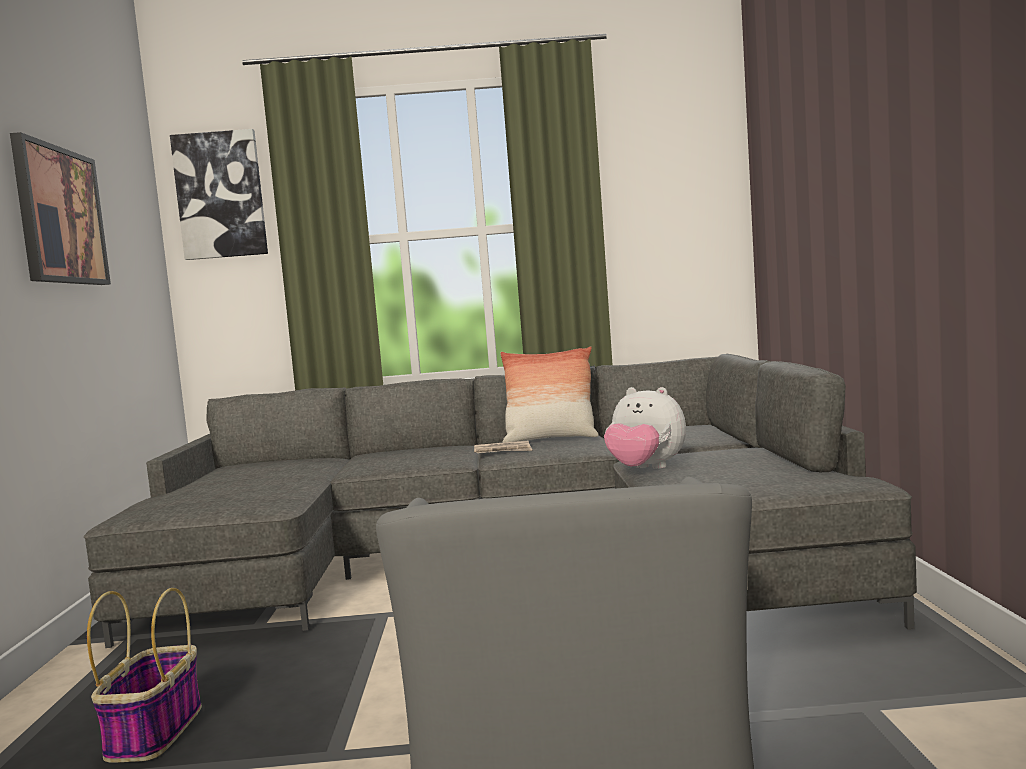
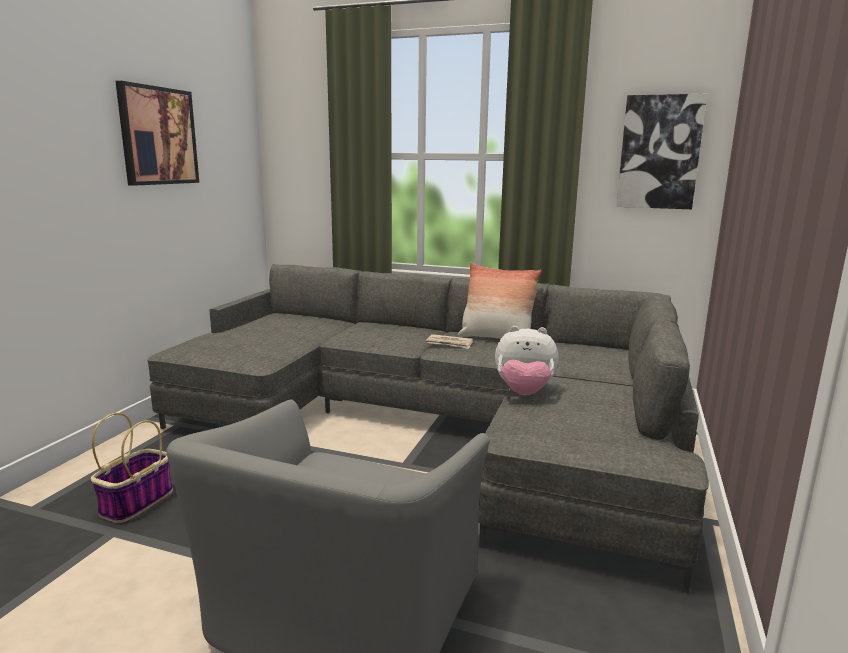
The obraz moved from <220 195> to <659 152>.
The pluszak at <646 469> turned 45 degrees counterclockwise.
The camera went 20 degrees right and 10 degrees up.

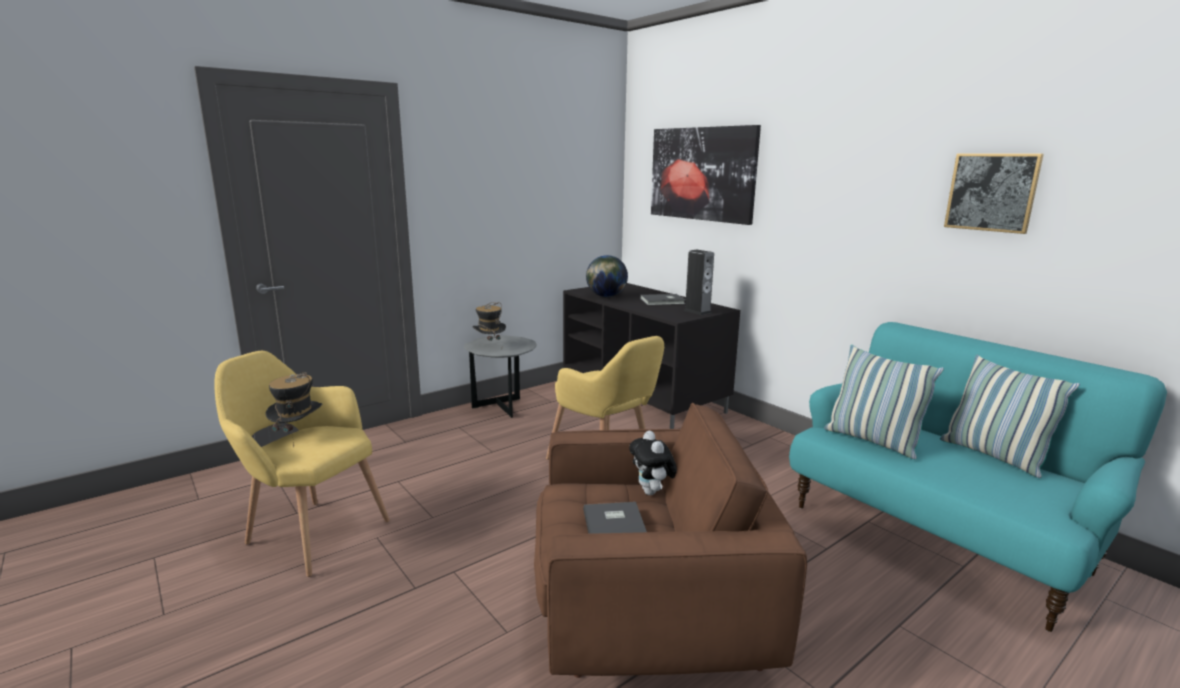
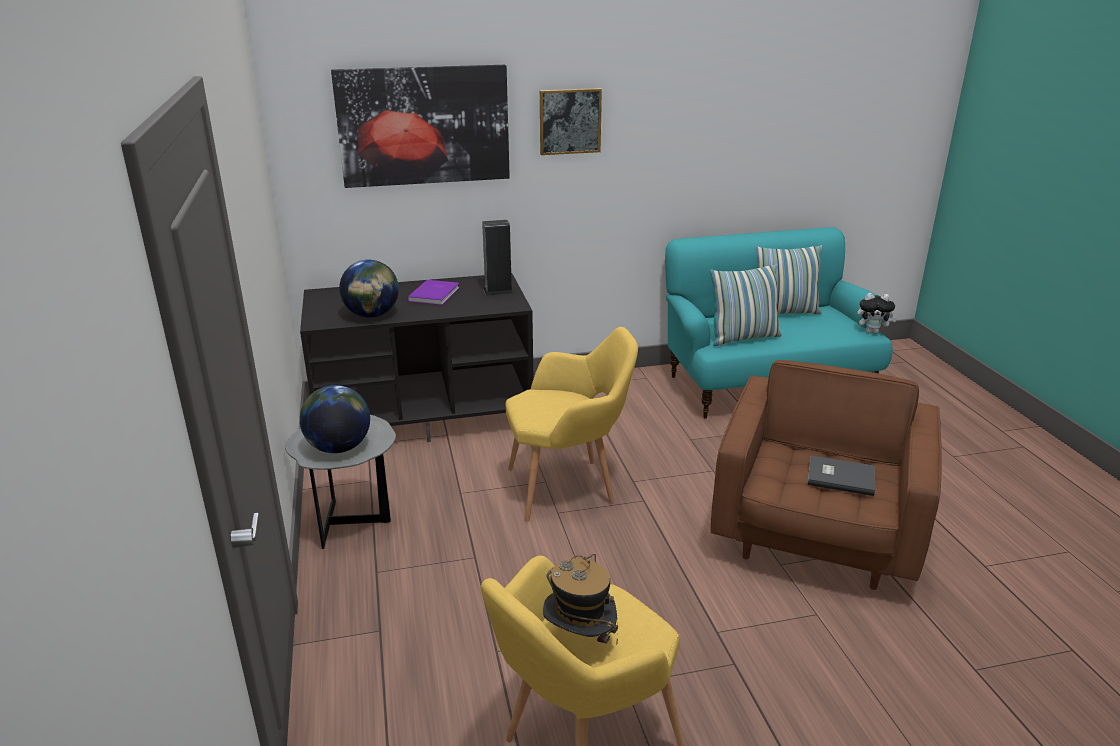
The obraz moved from <991 192> to <570 121>.
The książka [szary] at <663 301> became the książka [fioletowy] at <436 294>.
The kapelusz at <490 346> was replaced by the globus at <339 447>.
The pluszak moved from <652 493> to <872 332>.
The camera went 65 degrees left and 10 degrees up.

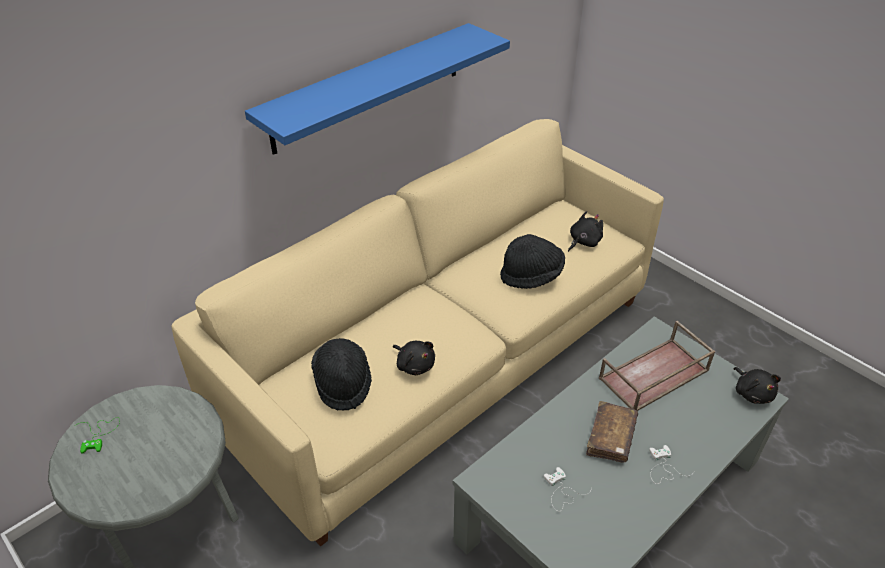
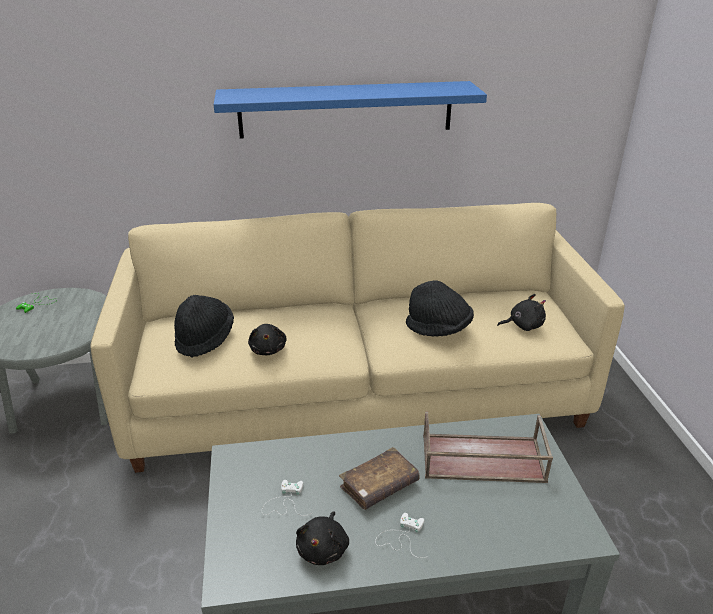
The pluszak [czarny] moved from <752 393> to <323 549>.
The camera went 35 degrees right and 10 degrees down.

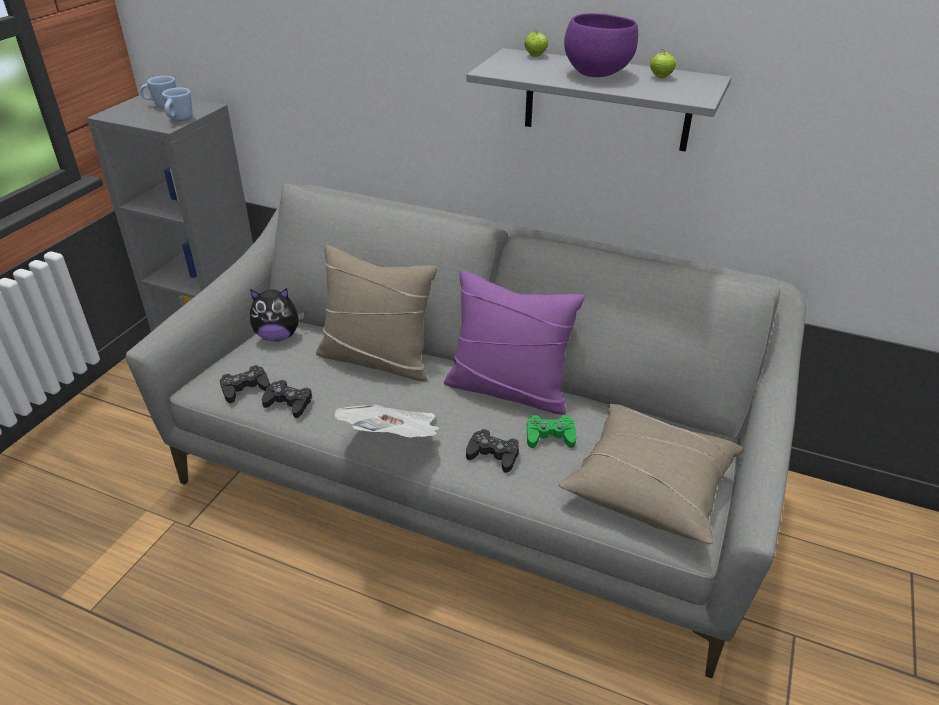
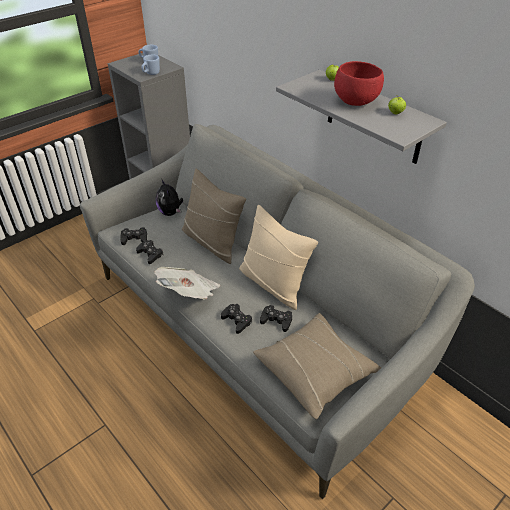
The miska [fioletowy] at <597 73> became the miska [czerwony] at <356 102>.
The poduszka [fioletowy] at <508 389> became the poduszka [beżowy] at <273 284>.
The pluszak at <278 336> turned 45 degrees clockwise.
The pad do gier [zielony] at <550 436> became the pad do gier [czarny] at <276 320>.
The camera went 25 degrees right and 5 degrees up.

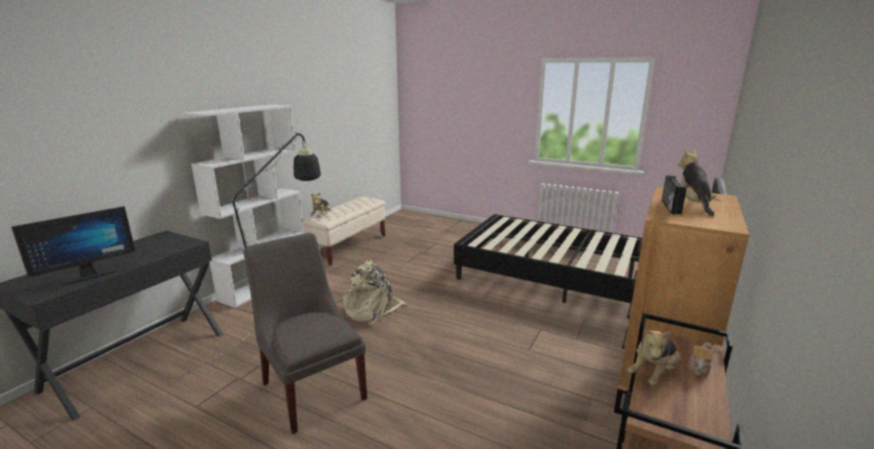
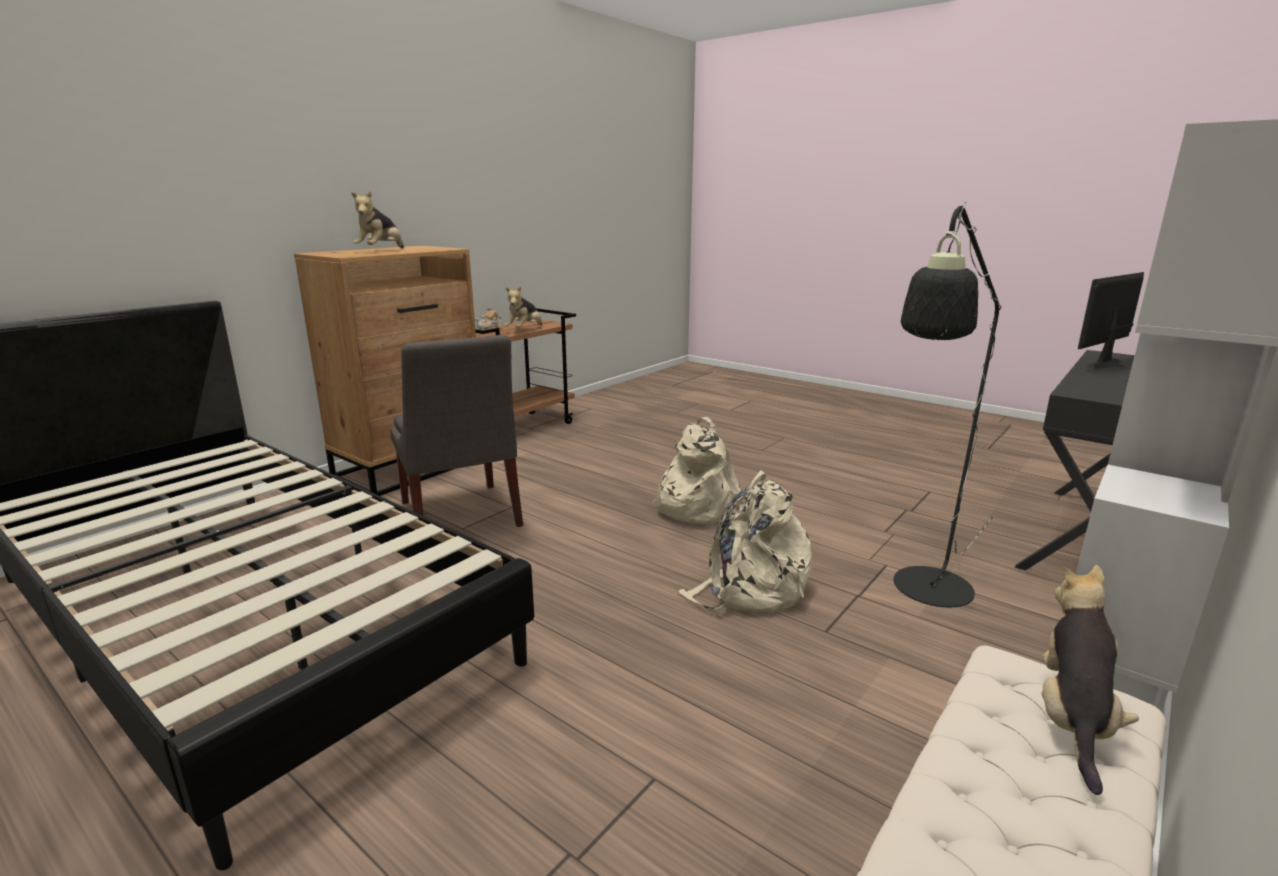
The radio at <669 207> disappeared.
The krzesło [szary] moved from <312 387> to <460 516>.
The pluszak at <653 374> turned 150 degrees clockwise.
The plecak [beżowy] at <694 506> appeared.
The camera went 170 degrees left and 0 degrees up.

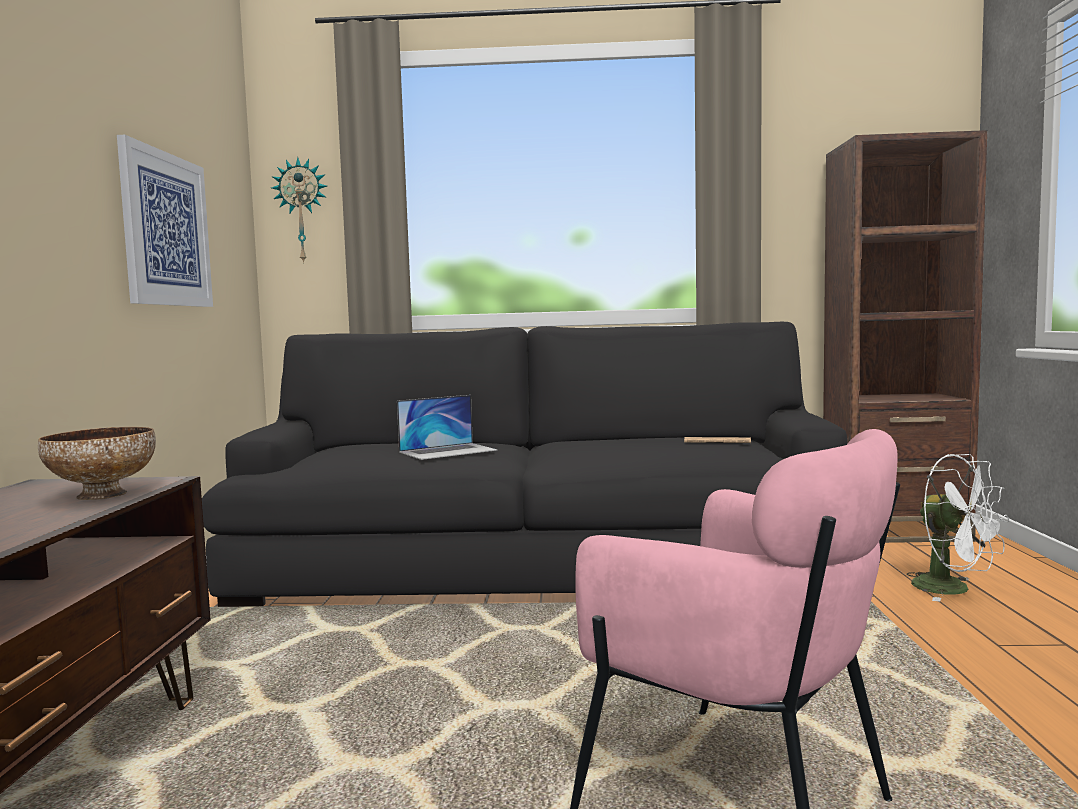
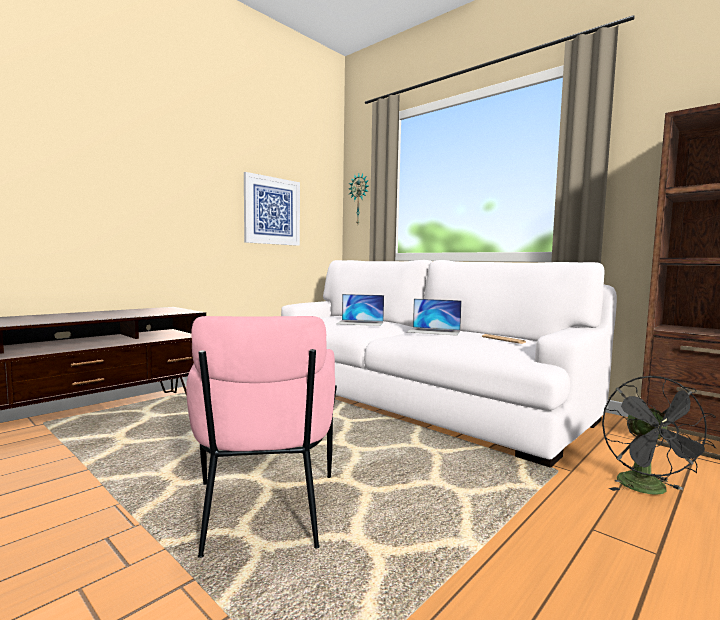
The kanapa [czarny] at <537 567> became the kanapa [biały] at <408 397>.
The miska at <104 495> disappeared.
The wentylator [biały] at <953 590> became the wentylator [czarny] at <649 490>.
The laptop at <434 331> appeared.
The camera went 40 degrees right and 0 degrees up.

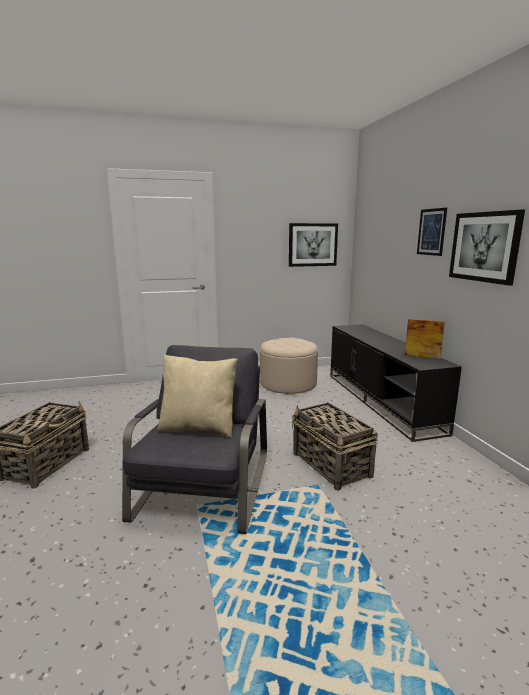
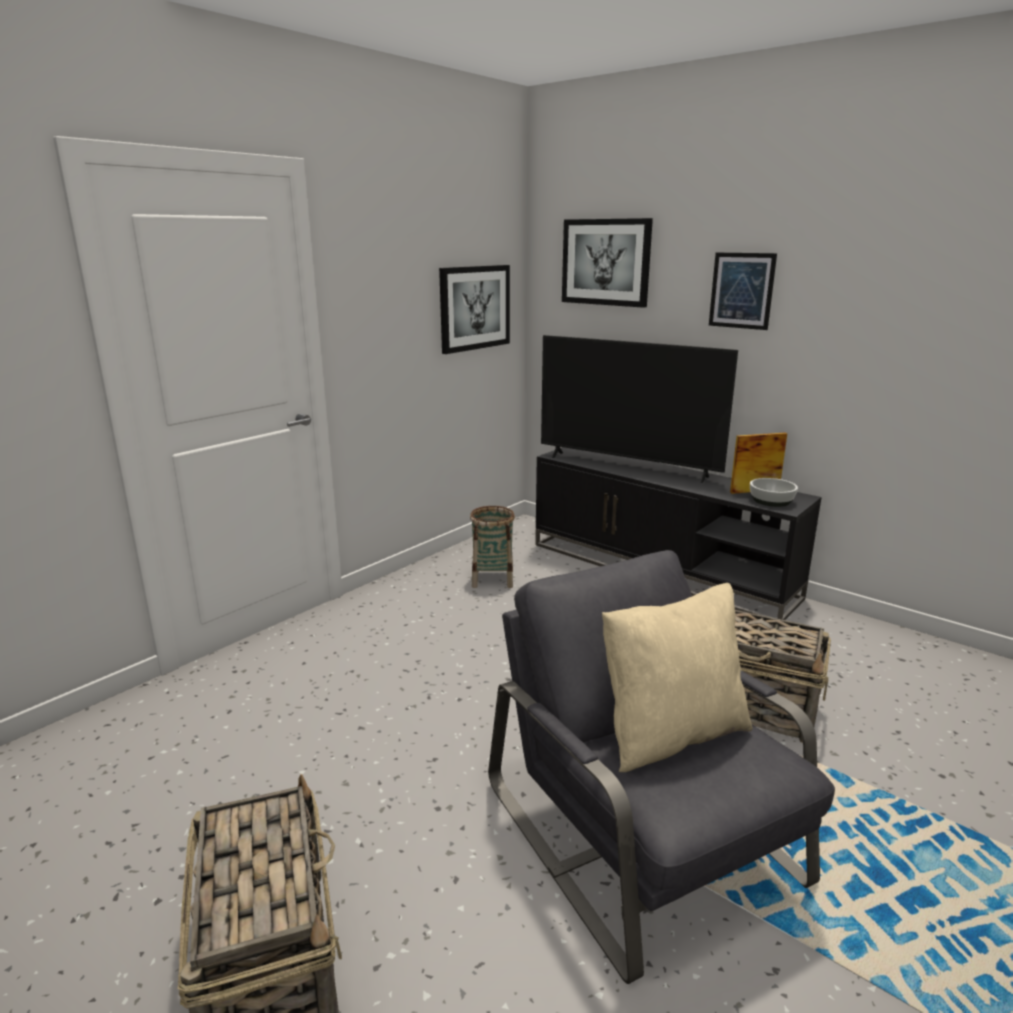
The obraz moved from <484 247> to <606 262>.
The pufa [beżowy] at <288 384> was replaced by the koszyk at <492 579>.
The telewizor at <627 466> appeared.
The miska at <770 500> appeared.
The camera went 35 degrees left and 5 degrees up.

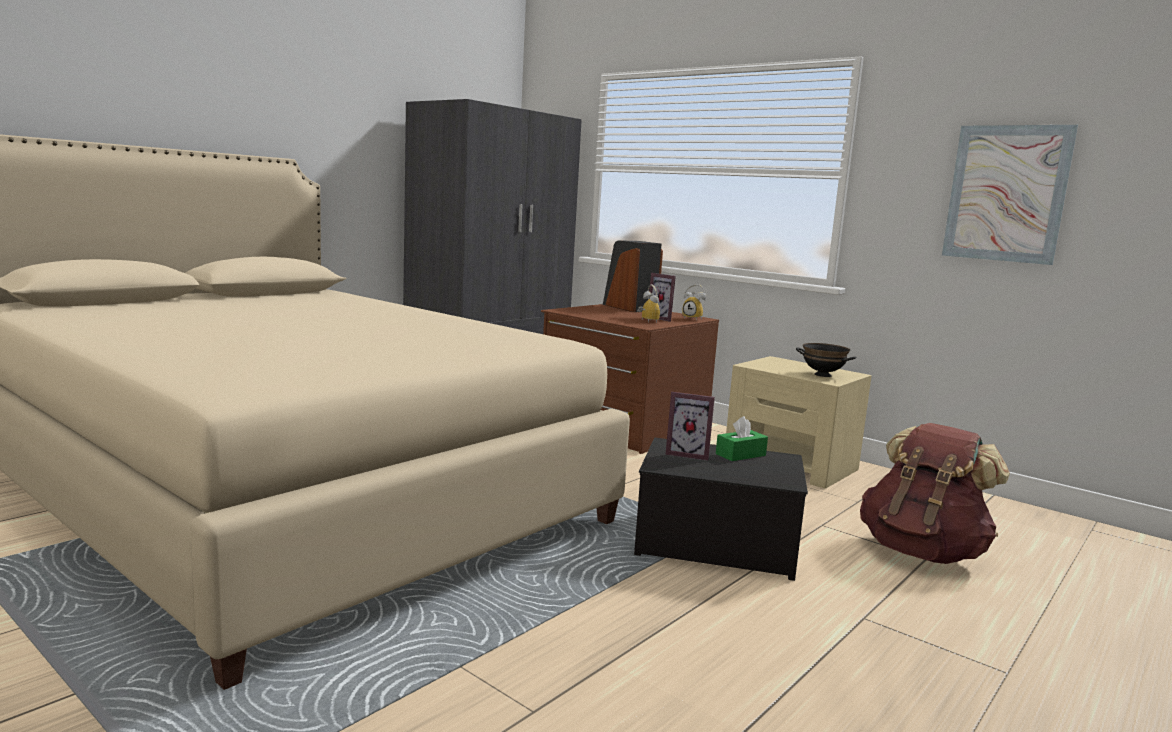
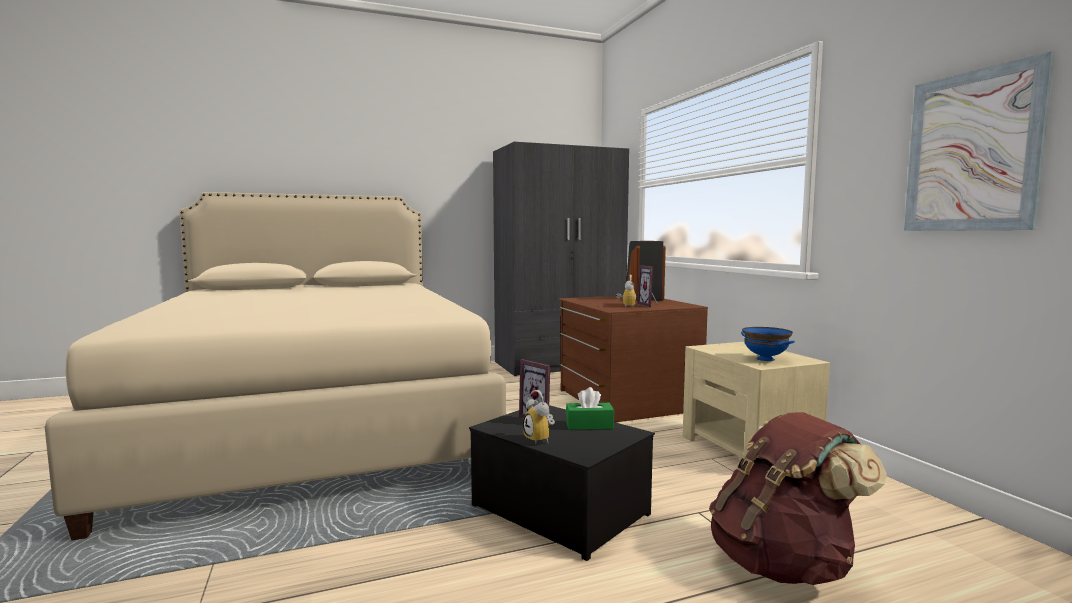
The budzik moved from <694 318> to <541 439>.
The miska [czarny] at <822 375> became the miska [niebieski] at <765 359>.
The camera went 30 degrees right and 5 degrees down.

